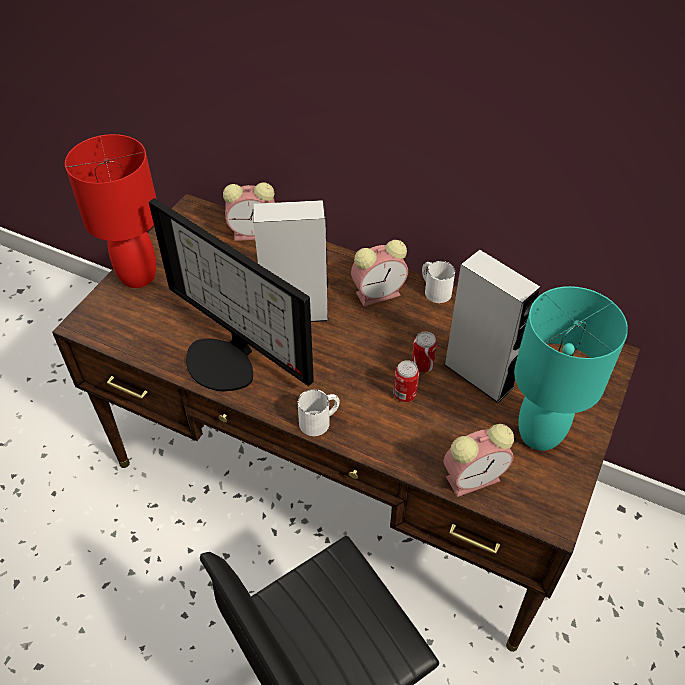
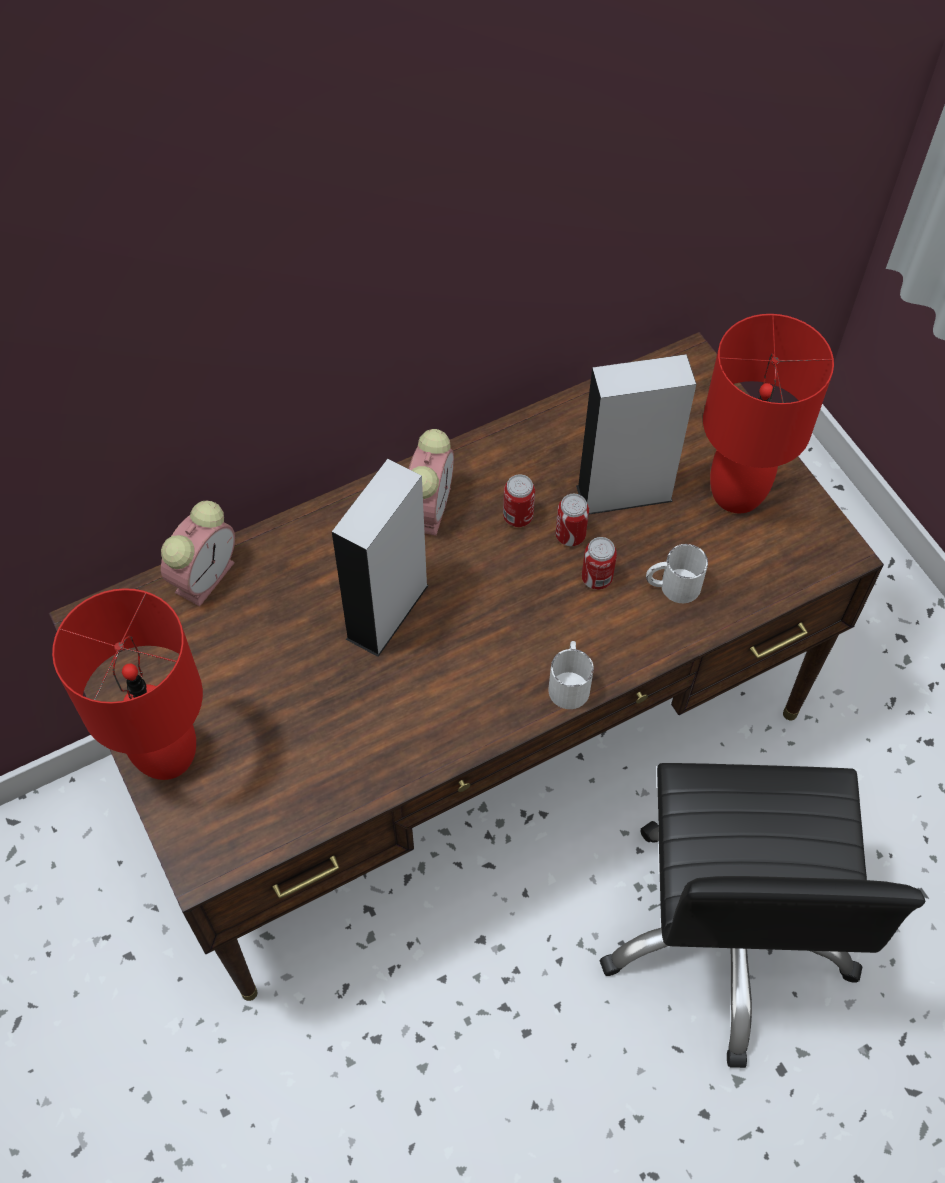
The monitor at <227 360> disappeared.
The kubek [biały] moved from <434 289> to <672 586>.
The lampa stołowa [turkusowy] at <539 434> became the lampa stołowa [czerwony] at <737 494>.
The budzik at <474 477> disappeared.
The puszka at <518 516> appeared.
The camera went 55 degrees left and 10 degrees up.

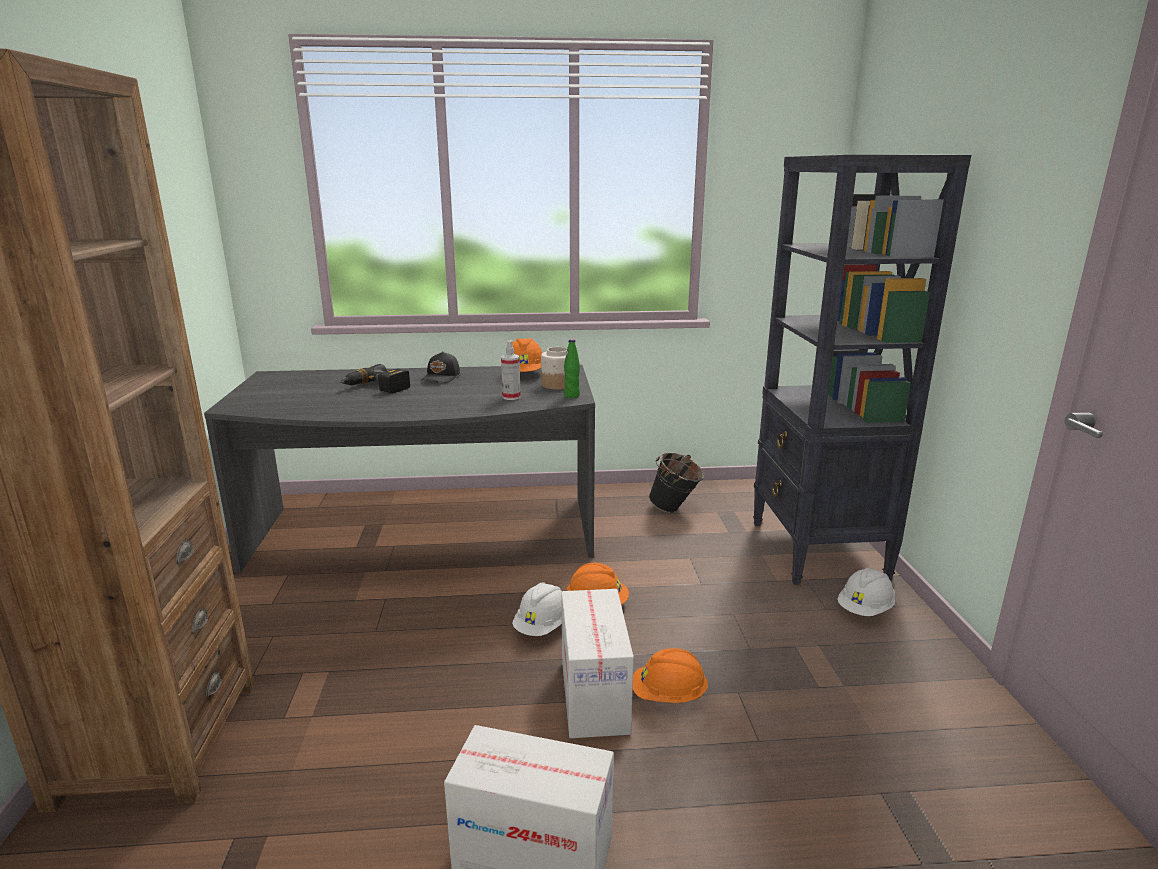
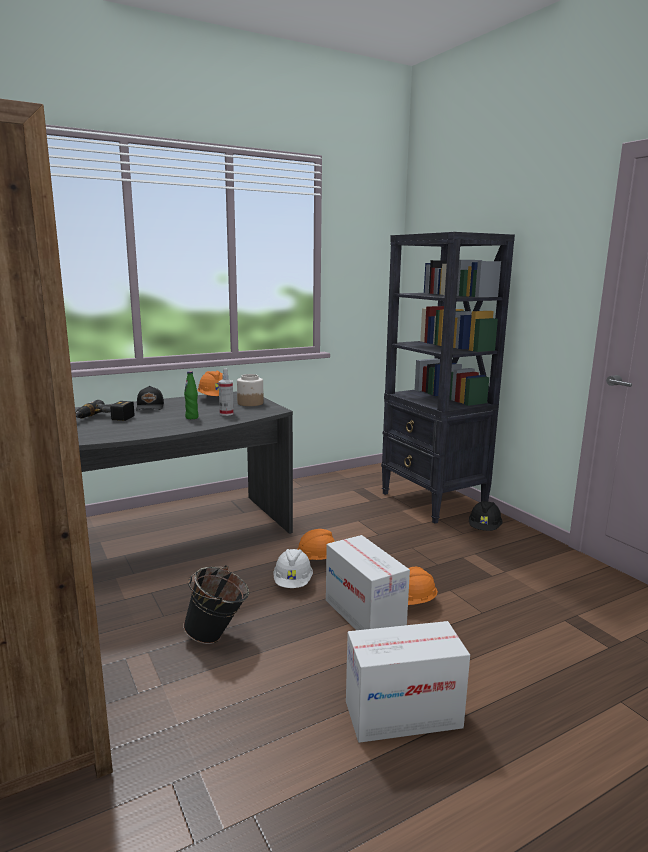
The butelka [zielony] moved from <572 395> to <192 417>.
The wiadro [czarny] moved from <675 510> to <218 636>.
The kask [biały] at <865 609> became the kask [czarny] at <484 529>.
The camera went 25 degrees left and 5 degrees down.

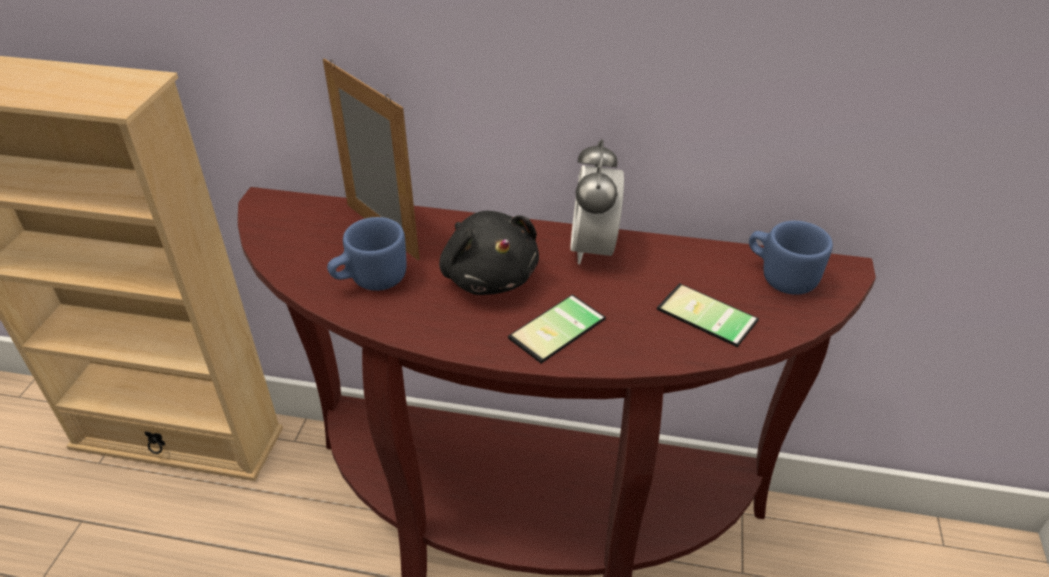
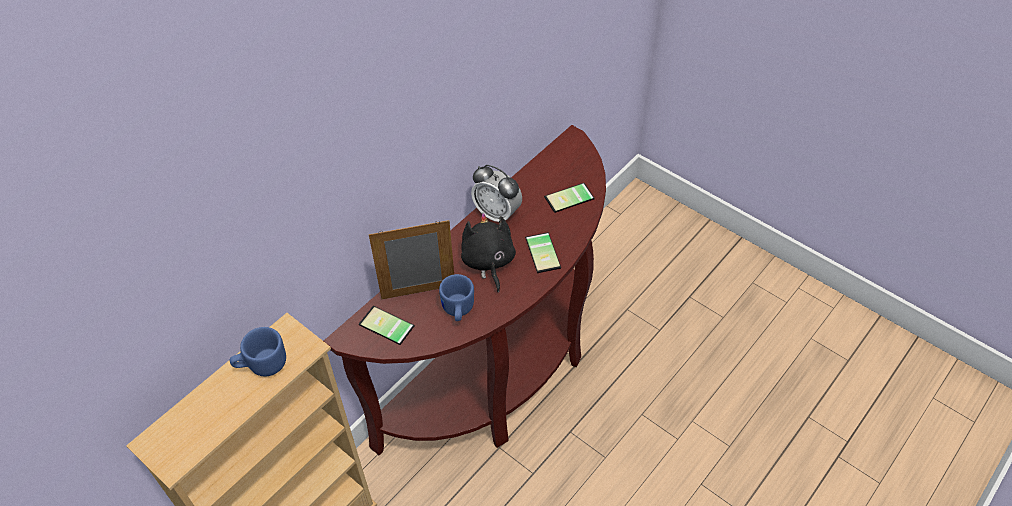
The pluszak [czarny] at <489 276> turned 105 degrees counterclockwise.
The kubek [niebieski] moved from <780 276> to <262 365>.
The telefon at <385 327> appeared.
The camera went 60 degrees left and 10 degrees up.

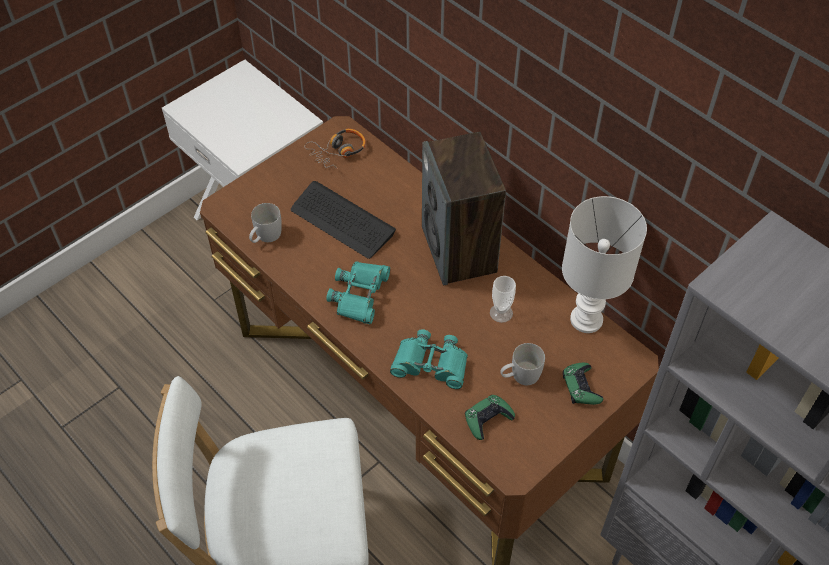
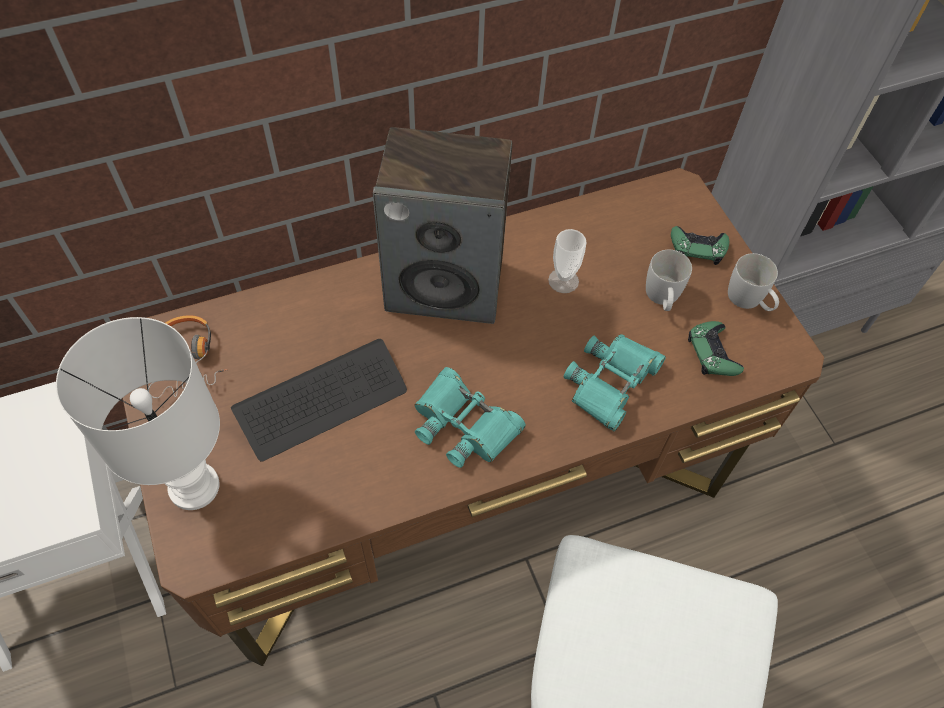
The lampa stołowa [biały] moved from <586 321> to <196 488>.
The kubek [biały] moved from <265 237> to <749 301>.
The camera went 70 degrees left and 5 degrees up.

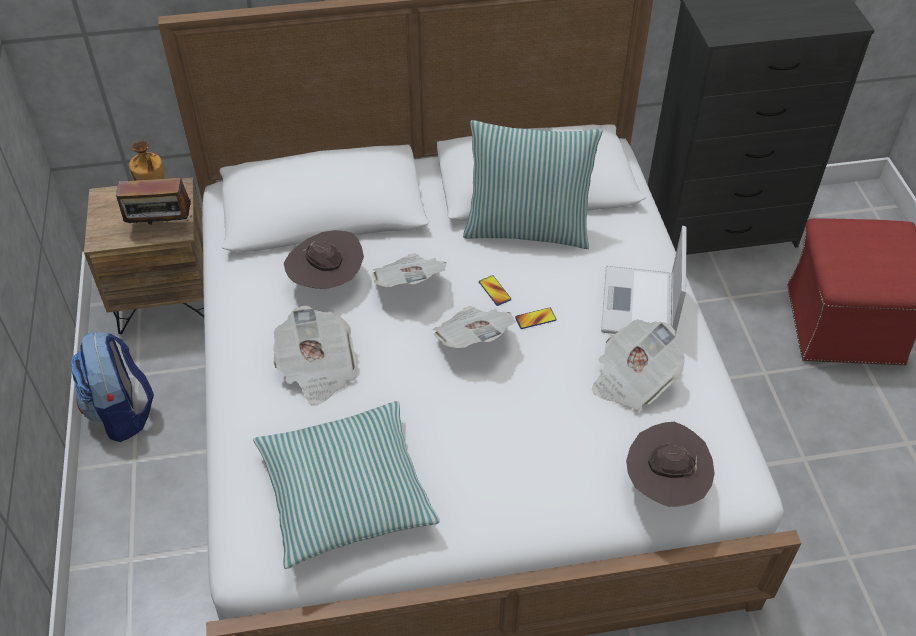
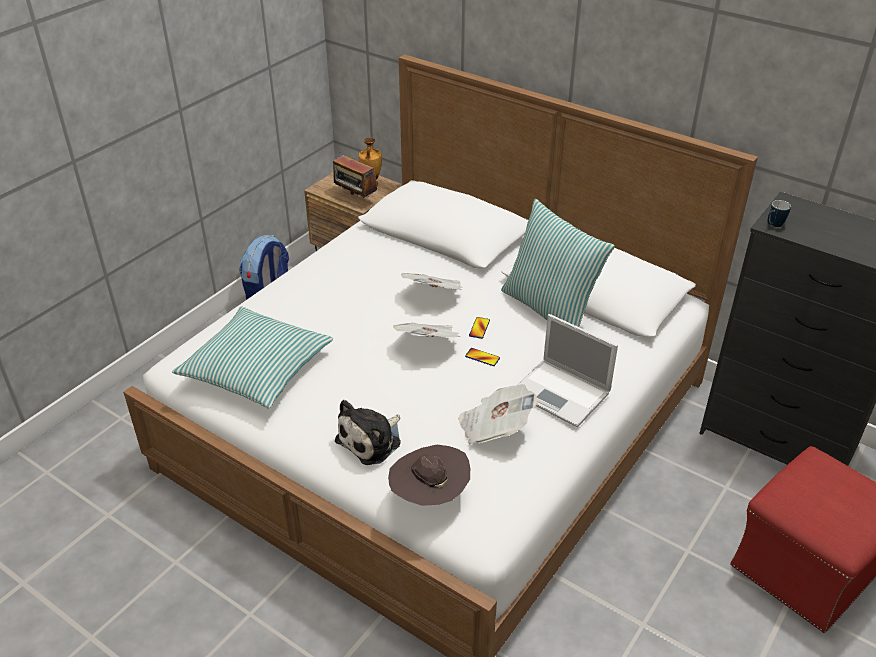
The laptop at <639 305> turned 105 degrees counterclockwise.
The kapelusz [brązowy] at <327 282> disappeared.
The gazeta at <317 370> disappeared.
The kubek at <773 225> appeared.
The pluszak at <372 440> appeared.
The camera went 45 degrees right and 10 degrees down.

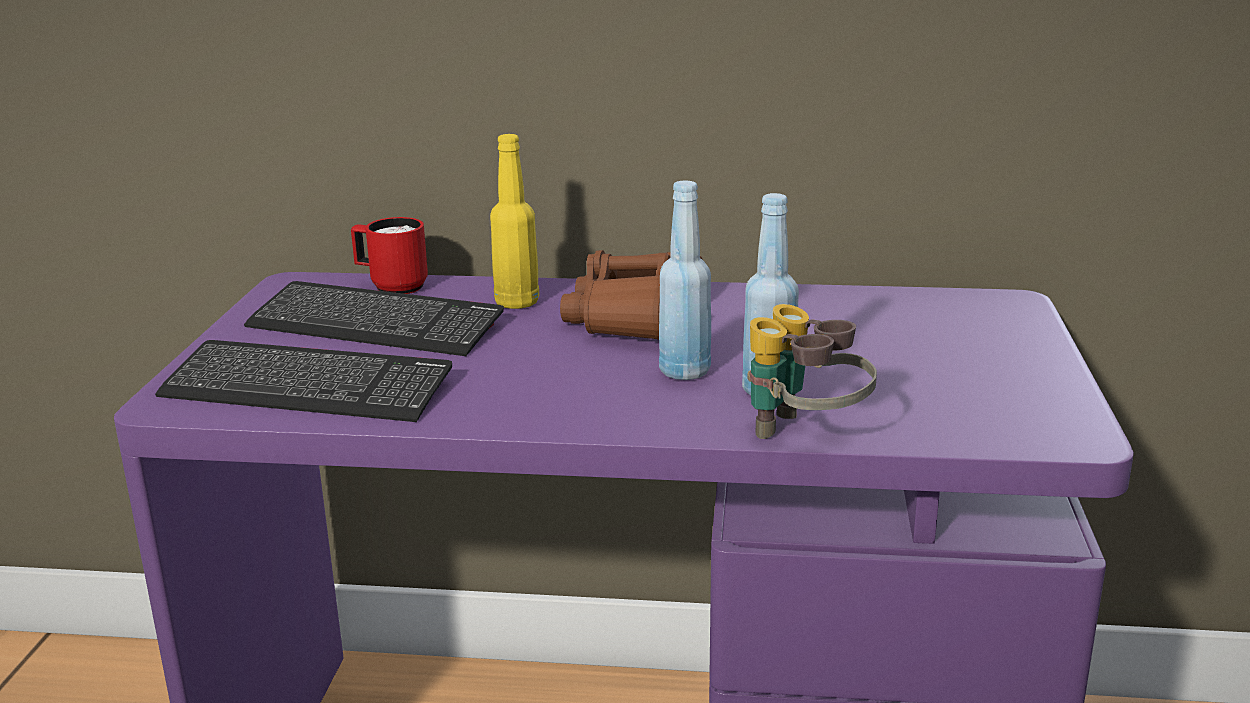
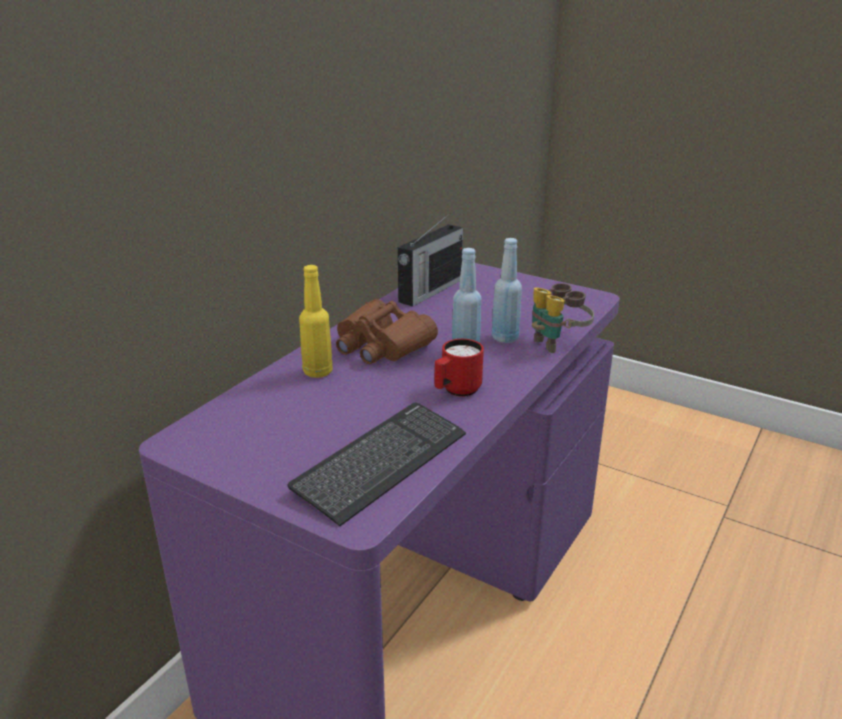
The kubek [czerwony] moved from <391 286> to <456 391>.
The klawiatura at <375 324> disappeared.
The radio at <429 291> appeared.
The camera went 65 degrees left and 5 degrees up.

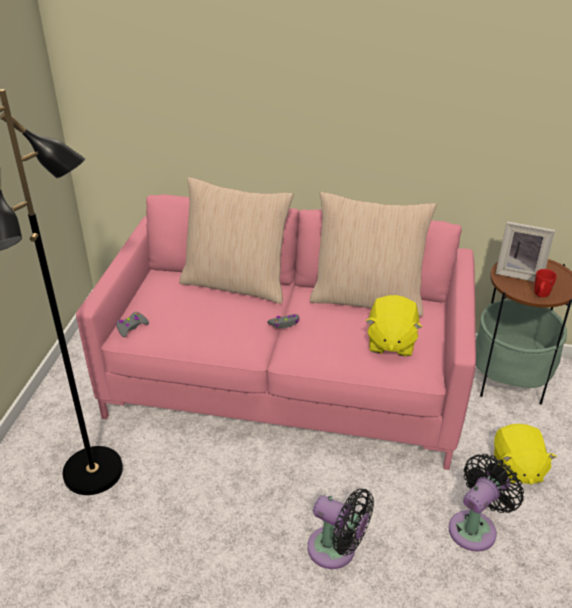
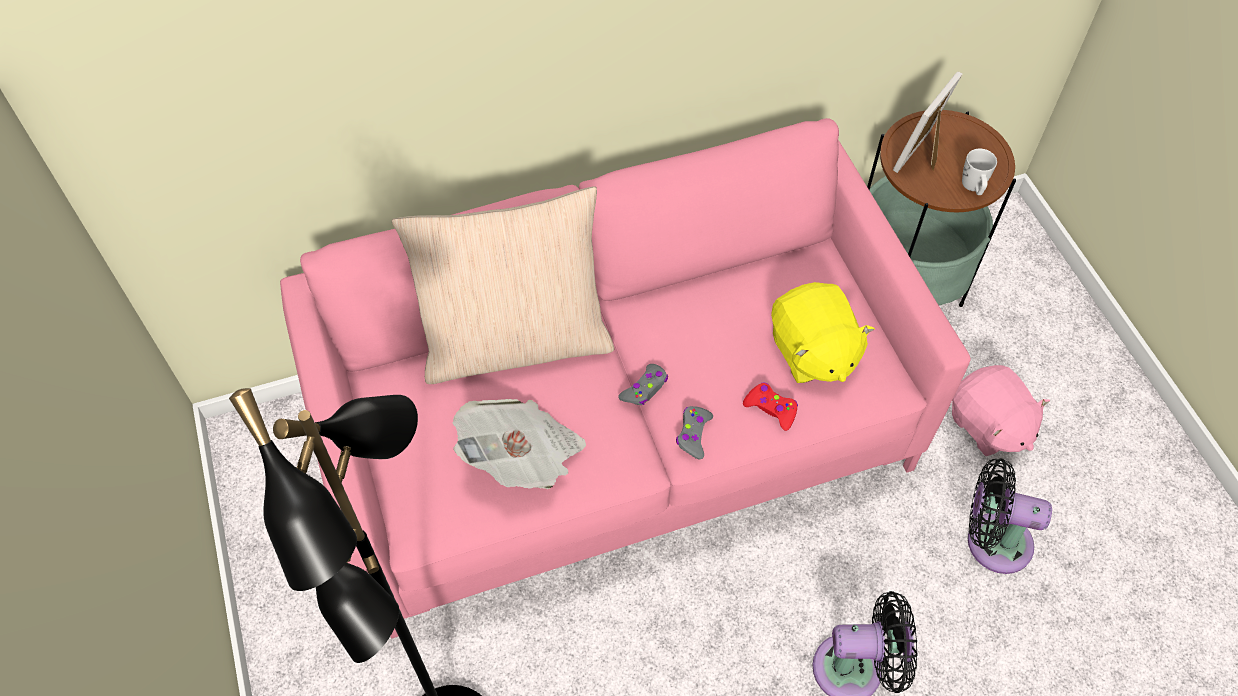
The poduszka [beżowy] at <367 298> disappeared.
The ramka na zdjęcie at <519 273> turned 135 degrees clockwise.
The kubek [czerwony] at <540 295> became the kubek [biały] at <973 187>.
The pad do gier [szary] moved from <131 327> to <693 435>.
The pluszak [żółty] at <516 468> became the pluszak [różowy] at <988 425>.
The wentylator [czarny] at <475 527> turned 90 degrees counterclockwise.
The pad do gier [czerwony] at <771 408> appeared.
The gazeta at <523 457> appeared.
The camera went 30 degrees left and 20 degrees up.

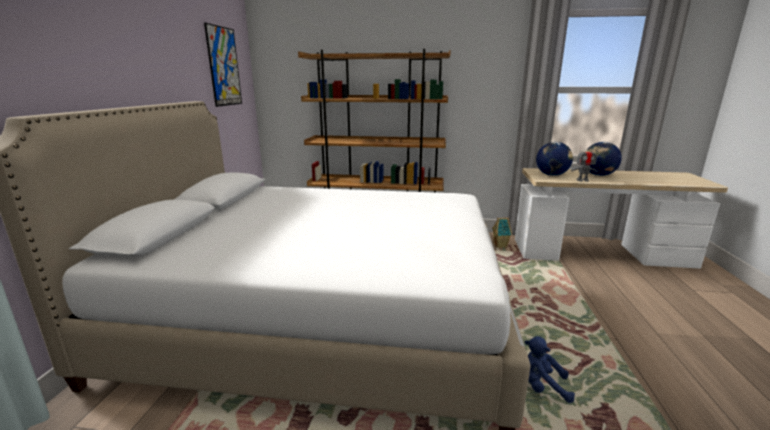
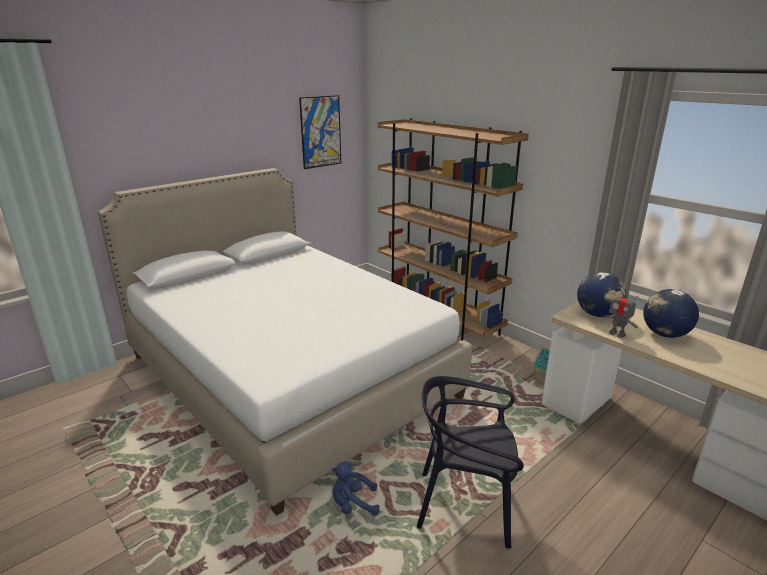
The pluszak [niebieski] at <541 386> turned 60 degrees counterclockwise.
The krzesło [czarny] at <465 504> appeared.
The camera went 40 degrees right and 5 degrees up.

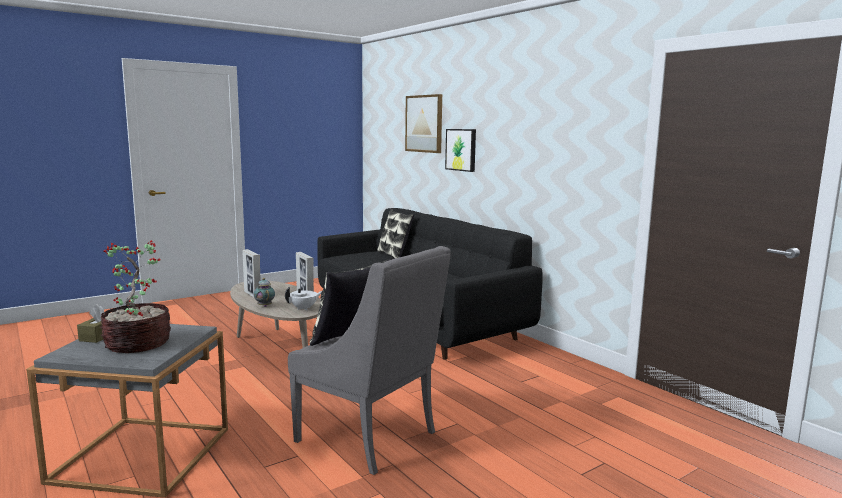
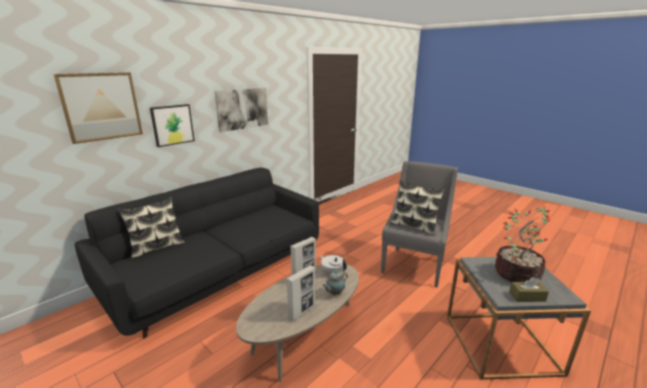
The obraz at <242 108> appeared.
The camera went 100 degrees left and 10 degrees up.

